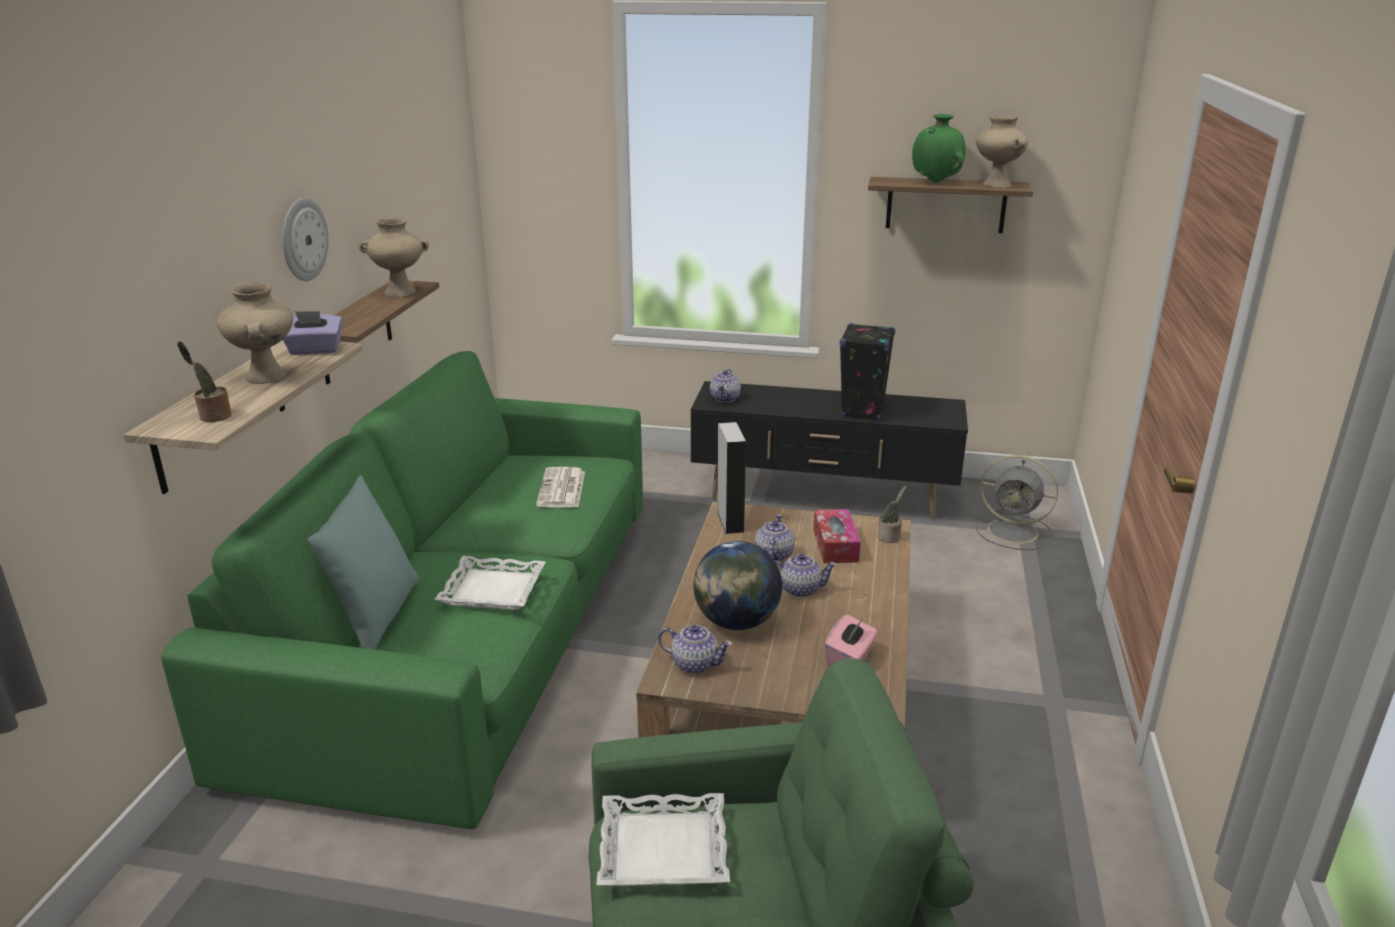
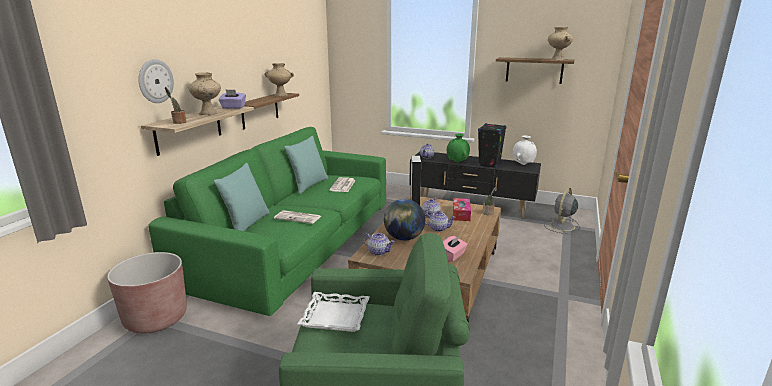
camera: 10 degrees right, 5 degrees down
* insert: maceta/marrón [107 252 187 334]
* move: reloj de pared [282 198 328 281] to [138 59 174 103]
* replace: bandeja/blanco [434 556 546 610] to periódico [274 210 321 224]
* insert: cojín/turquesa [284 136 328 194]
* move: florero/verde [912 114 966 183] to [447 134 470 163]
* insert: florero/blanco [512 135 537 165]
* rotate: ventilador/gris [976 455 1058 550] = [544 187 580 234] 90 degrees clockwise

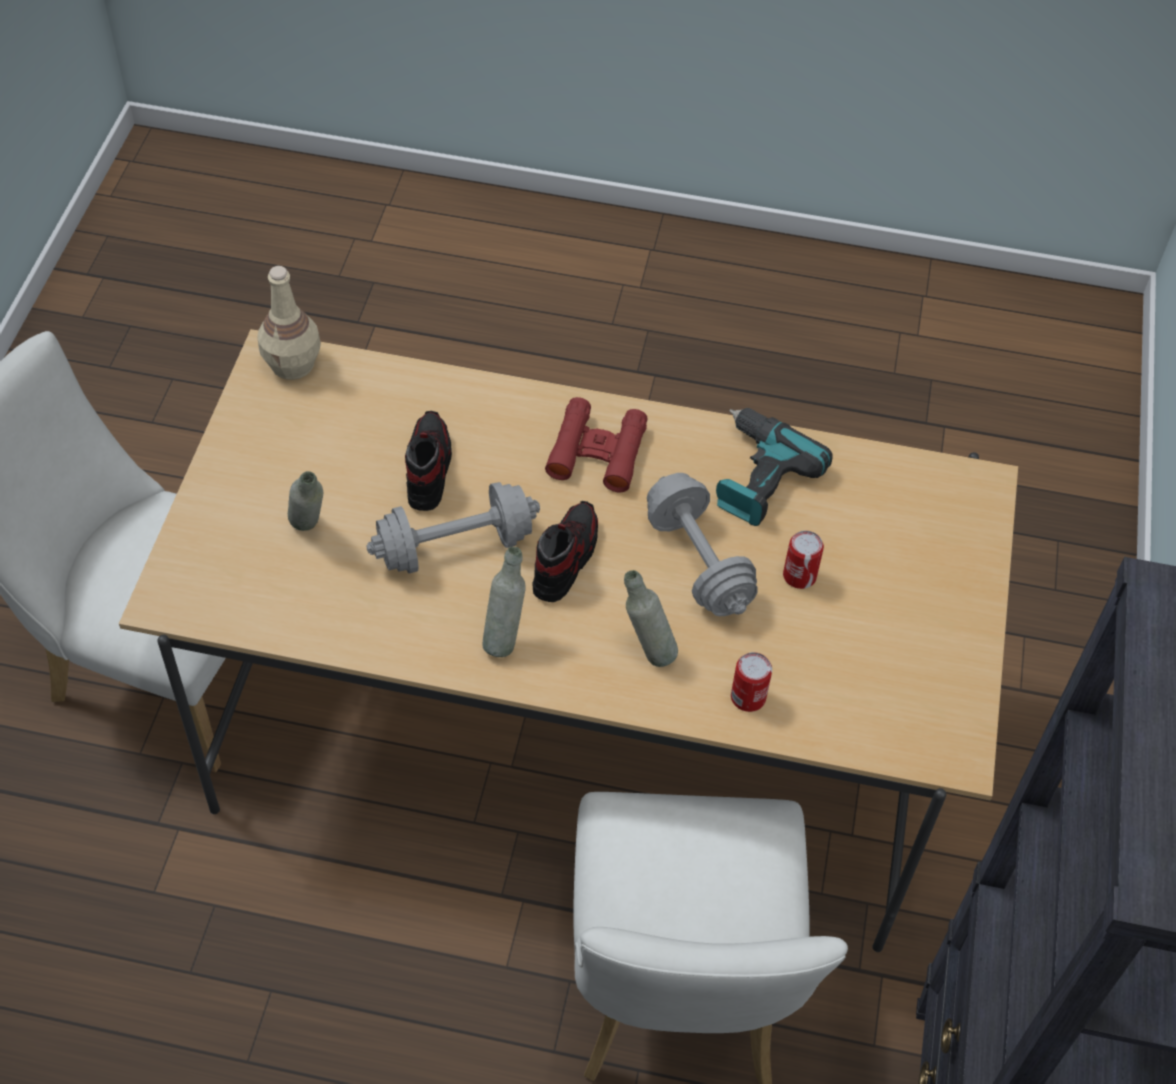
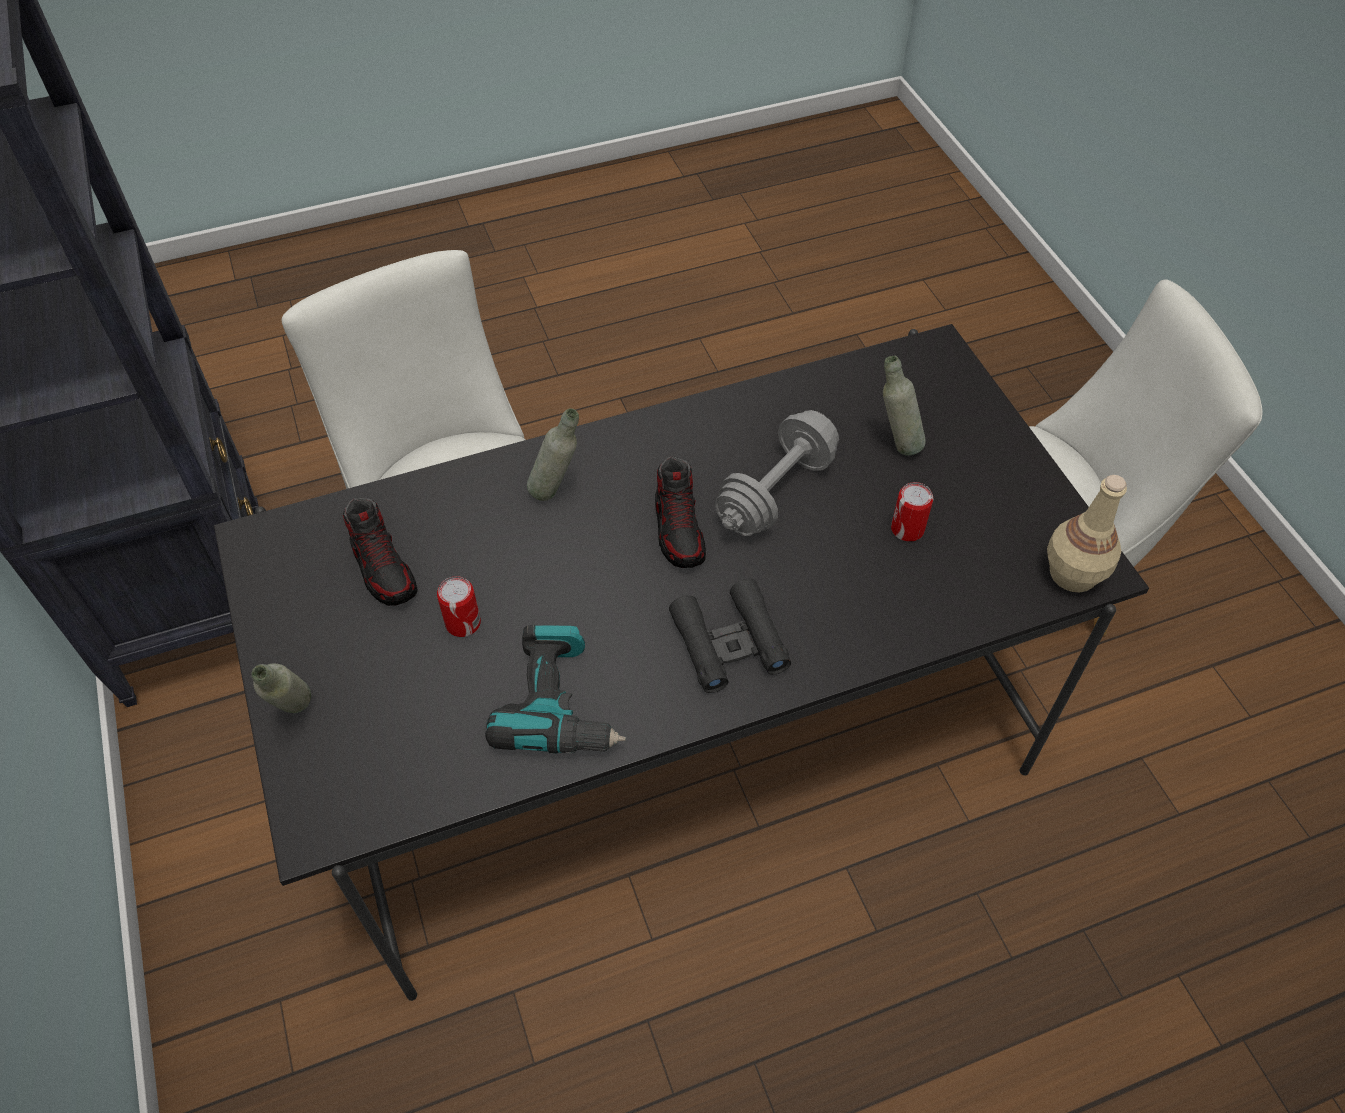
camera: 150 degrees right, 0 degrees up
* recolor: mesa de comedor/beis [119 329 1018 952] to mesa de comedor/negro [214 324 1149 1001]
* move: botella/gris [482 547 526 657] to [251 664 311 713]
* move: zapato [405 411 452 511] to [343 498 418 606]
* recolor: prismáticos/rojo [545 397 647 493] to prismáticos/negro [669 579 791 693]
* move: lata [731 652 772 712] to [891 482 933 541]
* delete: mancuerna/gris [647 473 758 616]

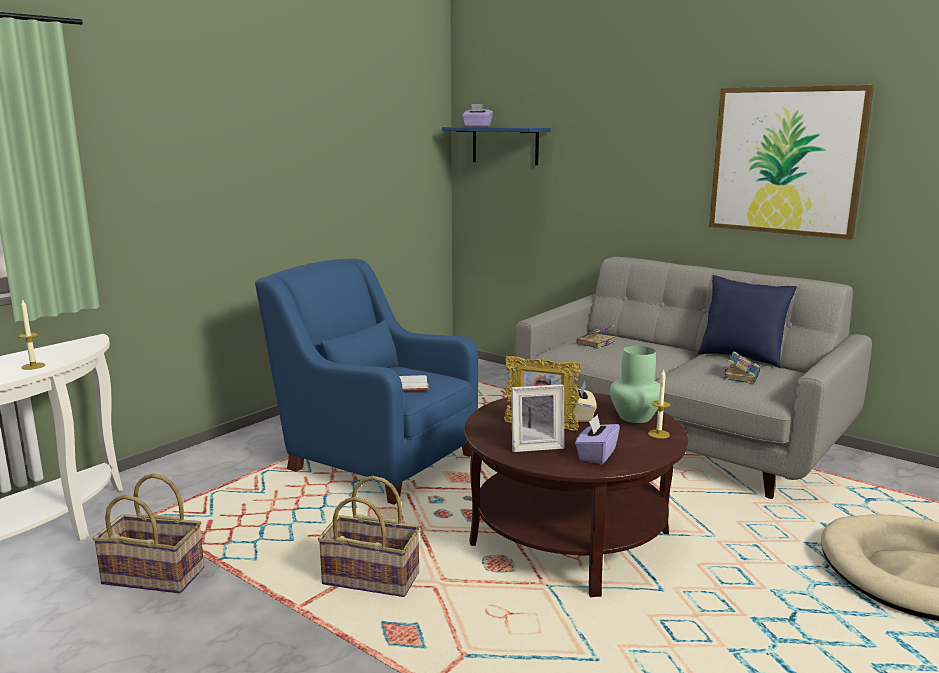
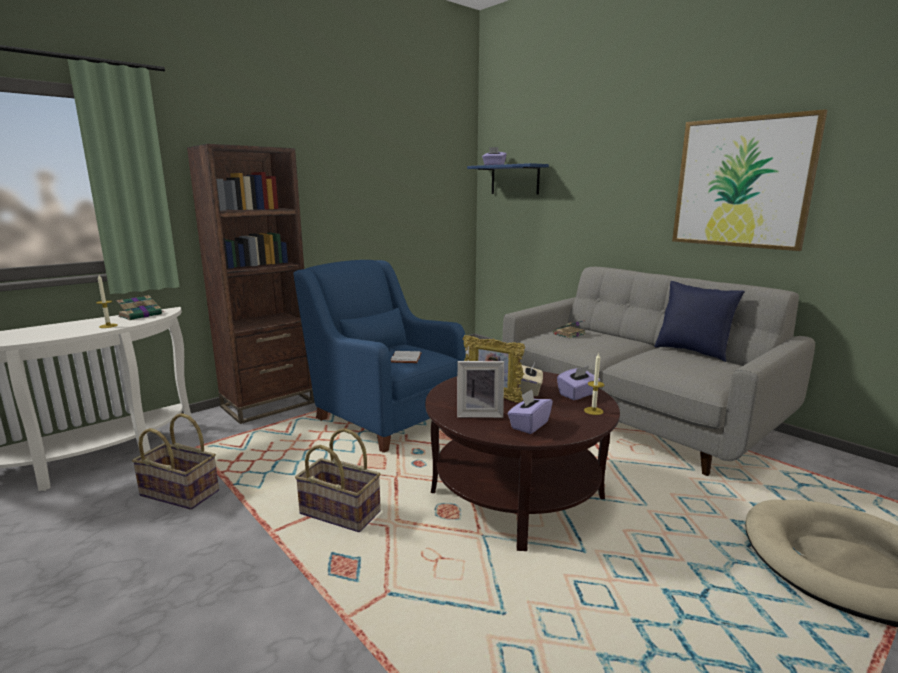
camera: 10 degrees right, 0 degrees up
* move: libro [723 351 760 384] to [117 295 164 320]
* insert: estantería/marrón [187 144 315 424]
* replace: florero/verde [610 346 660 423] to caja de pañuelos/morado [557 366 600 400]

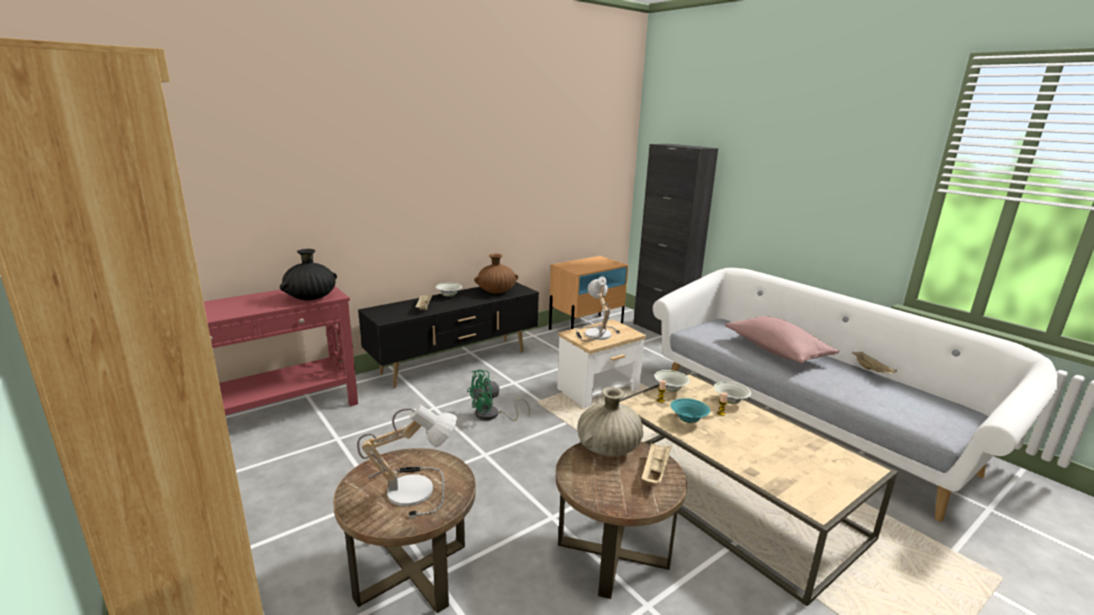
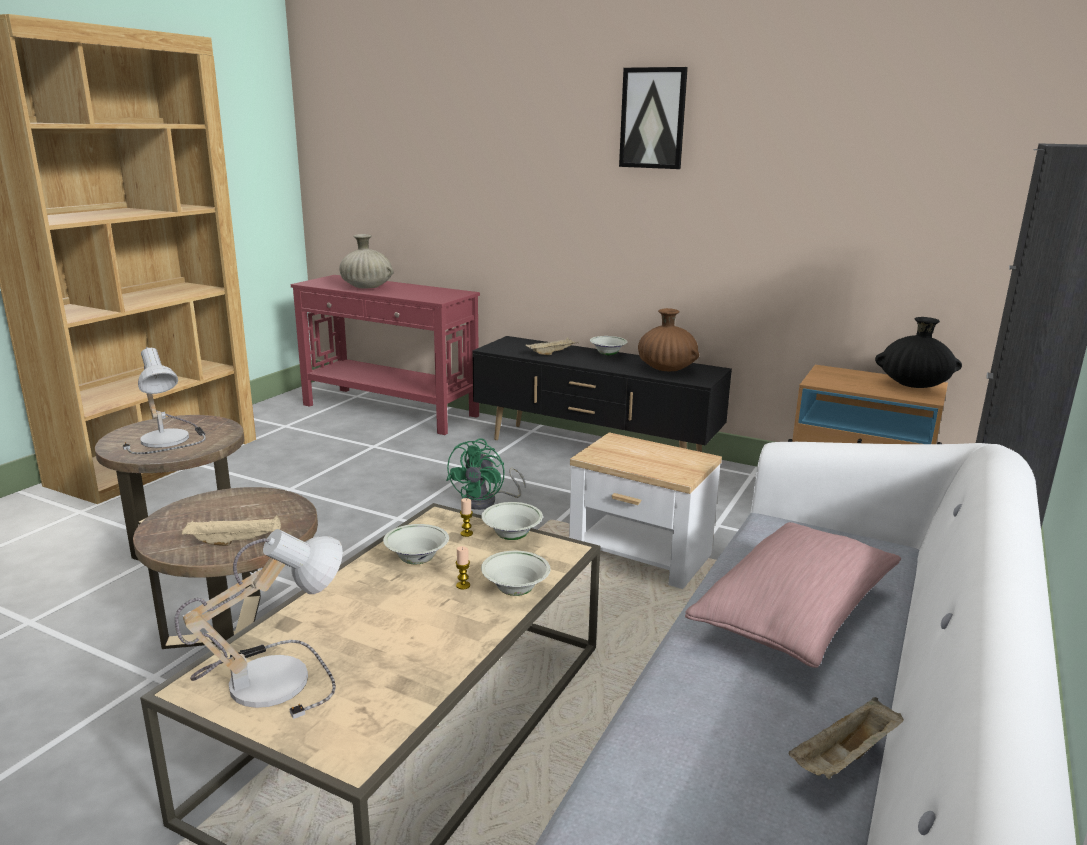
camera: 65 degrees right, 0 degrees up
* move: lámpara de mesa [576 276 620 341] to [175 529 343 719]
* move: florero/beis [577 387 643 456] to [339 234 393 289]
* recolor: cuenco/turquesa [671 398 710 423] to cuenco/blanco [383 524 449 564]
* rotate: ventilador/verde [467 370 530 421] = [446 439 526 510] 105 degrees counterclockwise
* insert: cuadro [619 67 688 169]
* move: florero/negro [280 249 337 301] to [875 317 962 388]

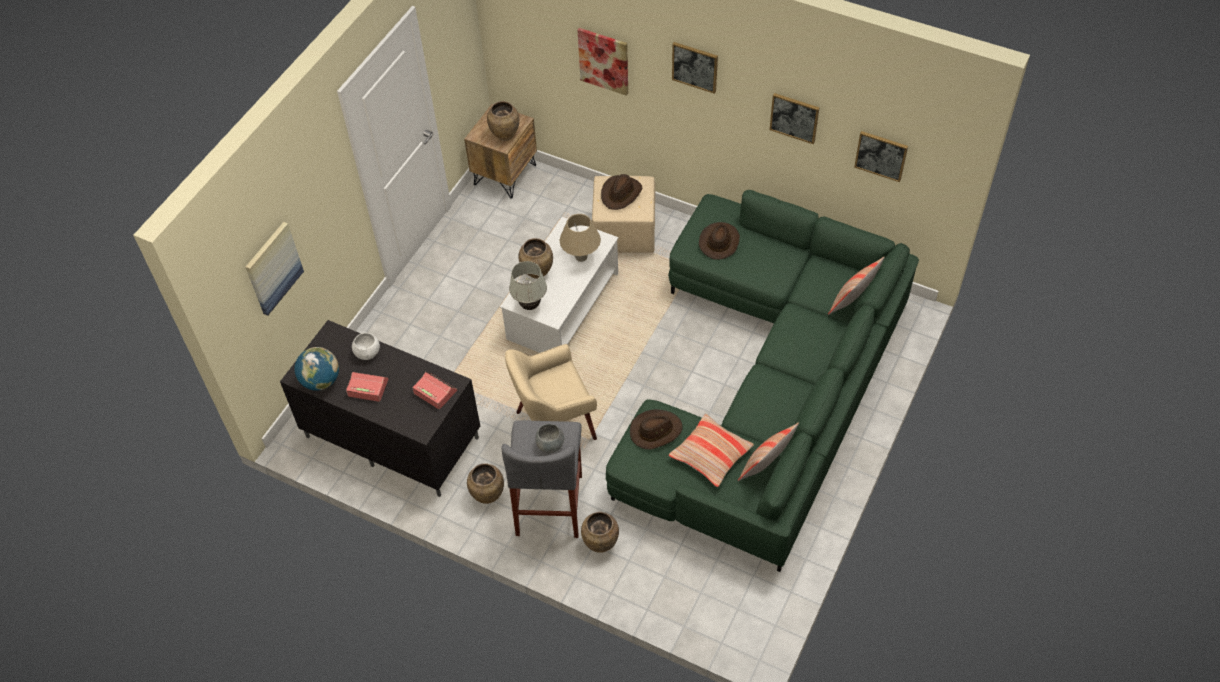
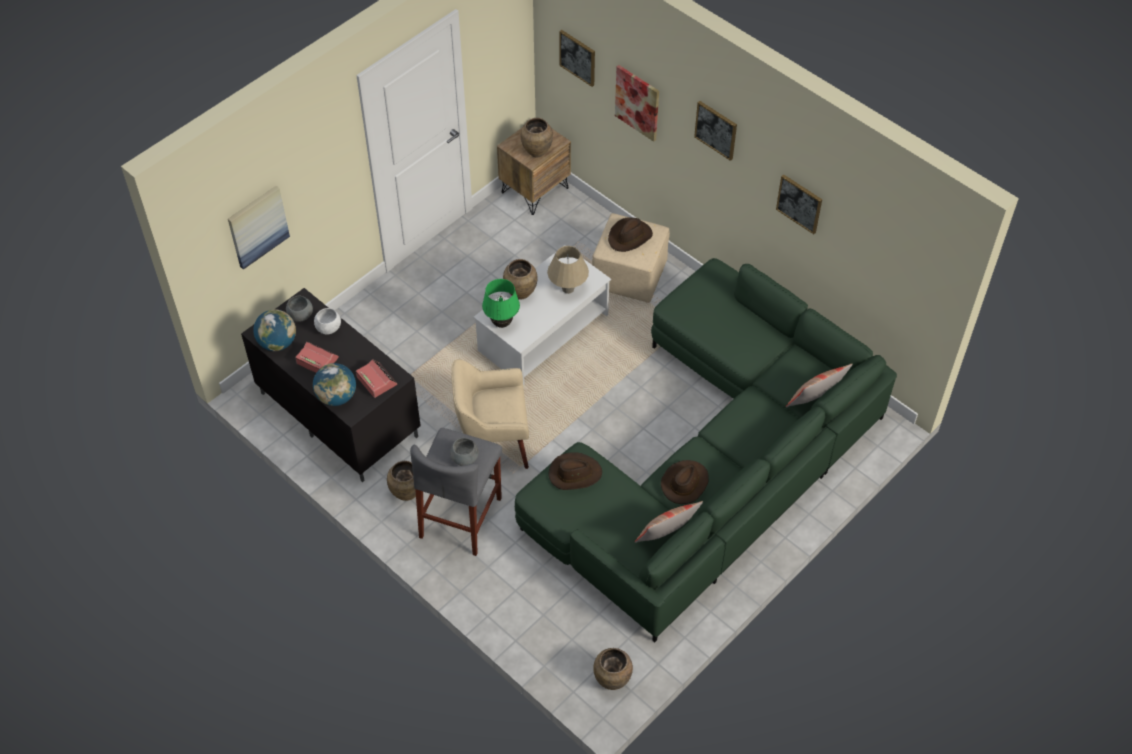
camera: 15 degrees right, 0 degrees up
* insert: cuenco/gris [286 296 313 322]
* insert: globo terráqueo [313 363 356 406]
* recolor: lámpara de mesa/blanco [509 261 547 310] to lámpara de mesa/verde [482 279 520 328]
* move: cuadro [854 131 908 182] to [559 30 595 87]
* move: florero/marrón [581 512 619 553] to [593 648 633 690]
* move: sombrero/marrón [699 222 740 260] to [661 460 709 504]
* delete: cojín [669 414 754 487]

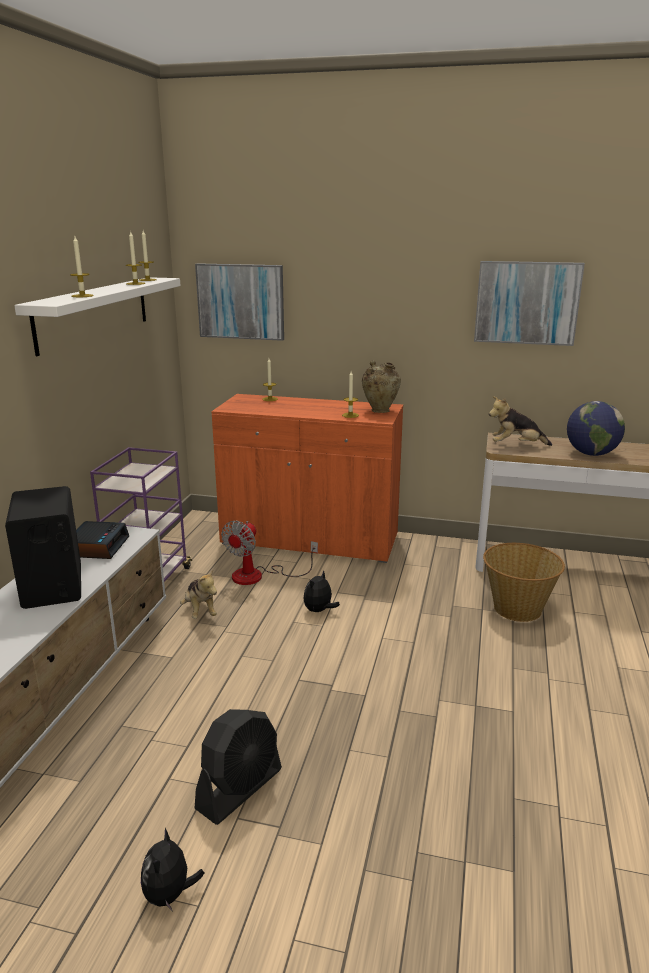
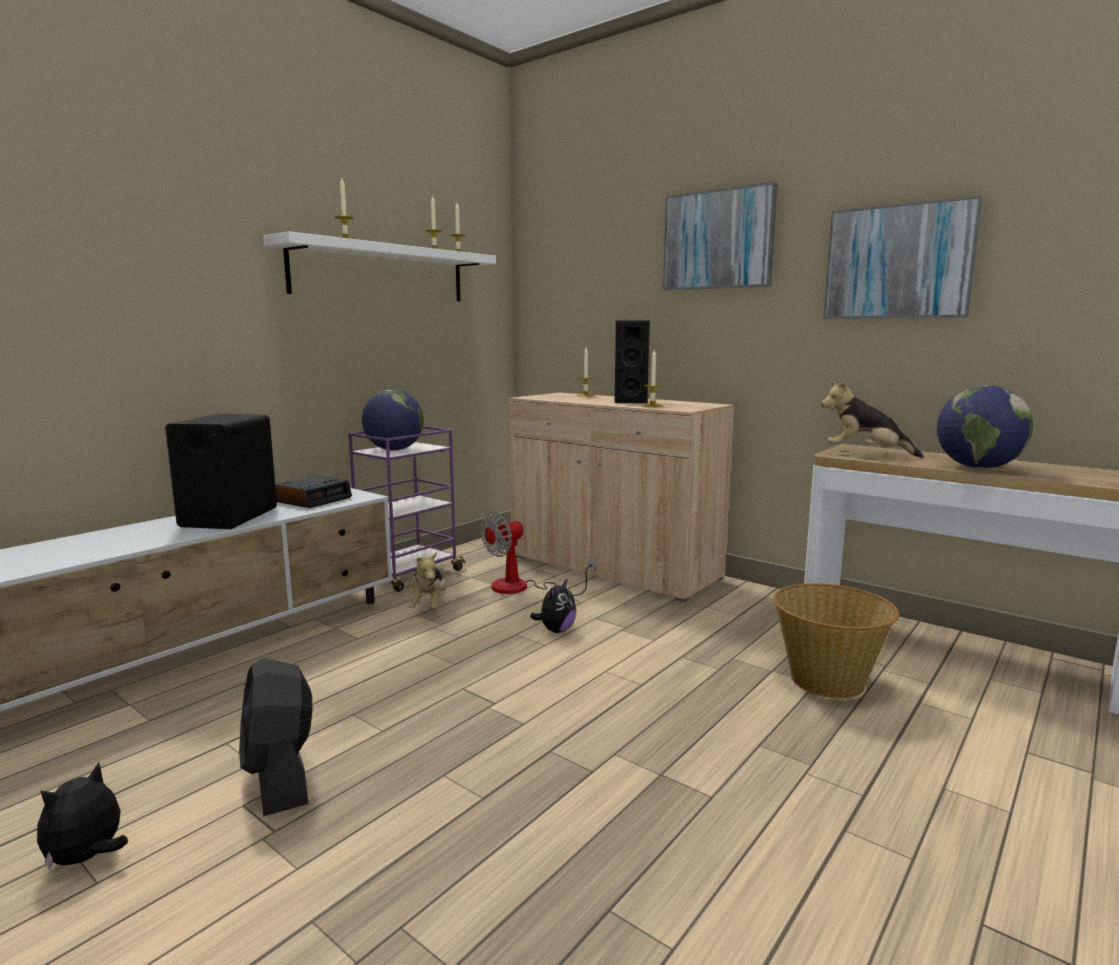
camera: 25 degrees right, 10 degrees down
* rotate: ventilador/negro [195 709 282 825] = [239 658 312 816] 90 degrees clockwise
* insert: globo terráqueo [362 390 424 451]
* recolor: armario/naranja [211 394 403 563] to armario/beis [509 393 734 602]
* rotate: peluche [303 570 340 612] = [530 578 576 633] 150 degrees clockwise
* insert: altavoz/negro [614 321 650 403]
* move: cuadro [195 263 284 341] to [663 182 778 290]
* delete: florero/beis [362 360 401 413]

